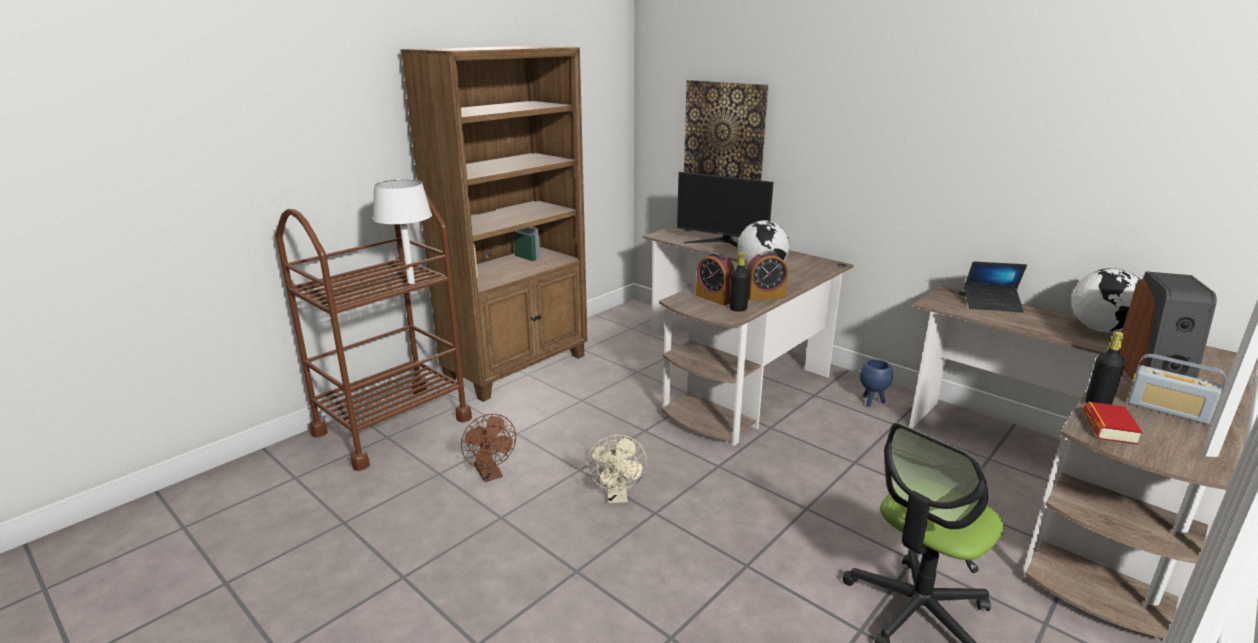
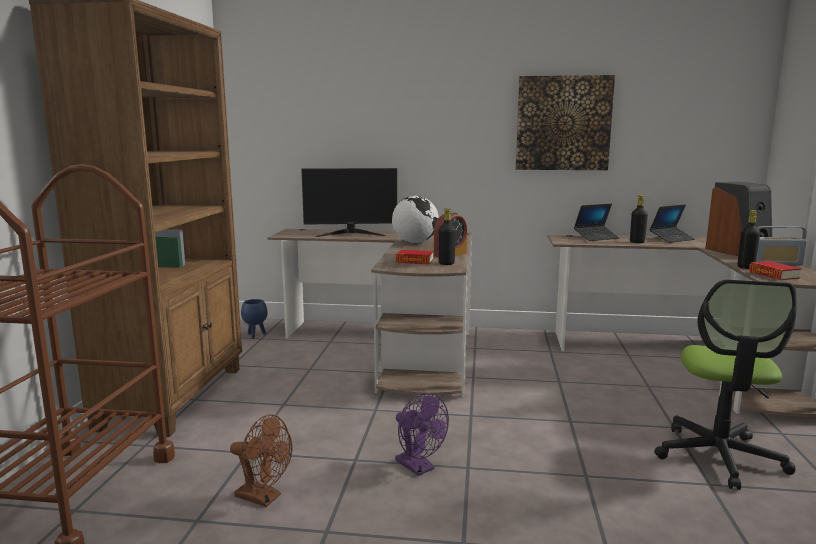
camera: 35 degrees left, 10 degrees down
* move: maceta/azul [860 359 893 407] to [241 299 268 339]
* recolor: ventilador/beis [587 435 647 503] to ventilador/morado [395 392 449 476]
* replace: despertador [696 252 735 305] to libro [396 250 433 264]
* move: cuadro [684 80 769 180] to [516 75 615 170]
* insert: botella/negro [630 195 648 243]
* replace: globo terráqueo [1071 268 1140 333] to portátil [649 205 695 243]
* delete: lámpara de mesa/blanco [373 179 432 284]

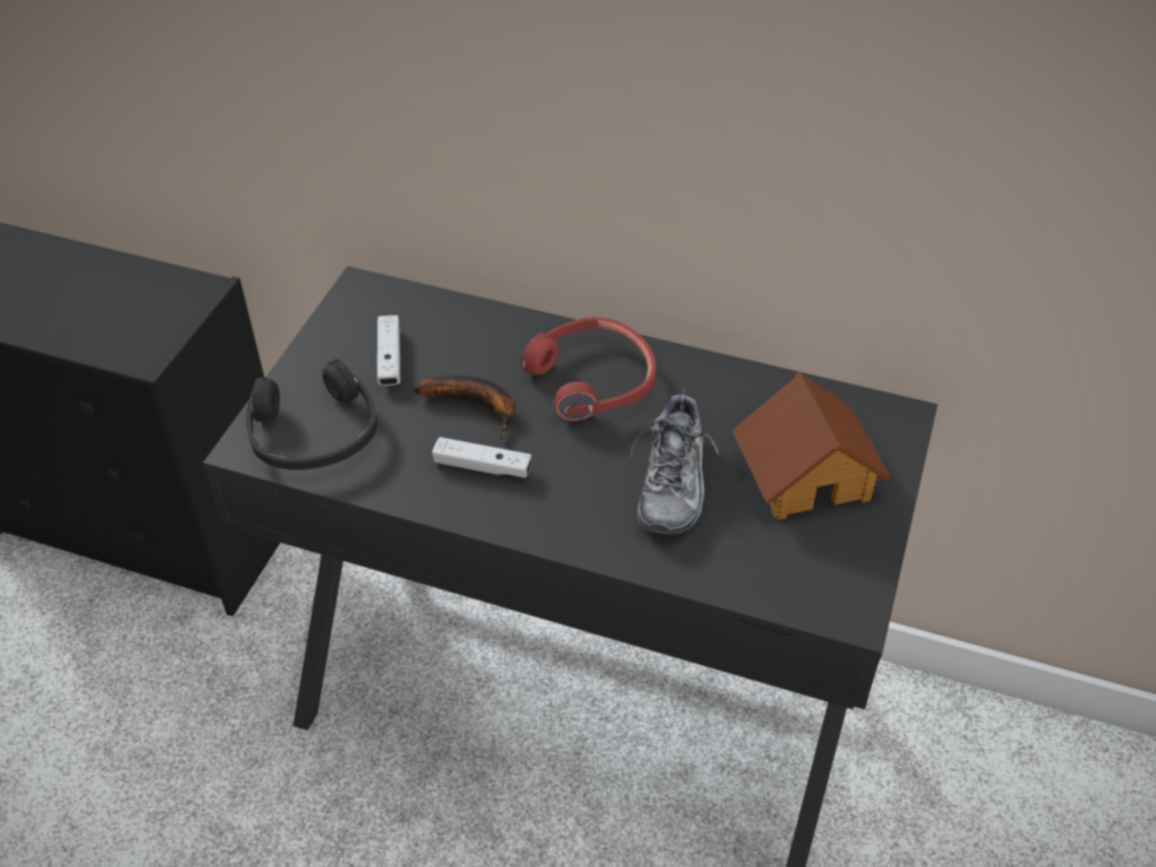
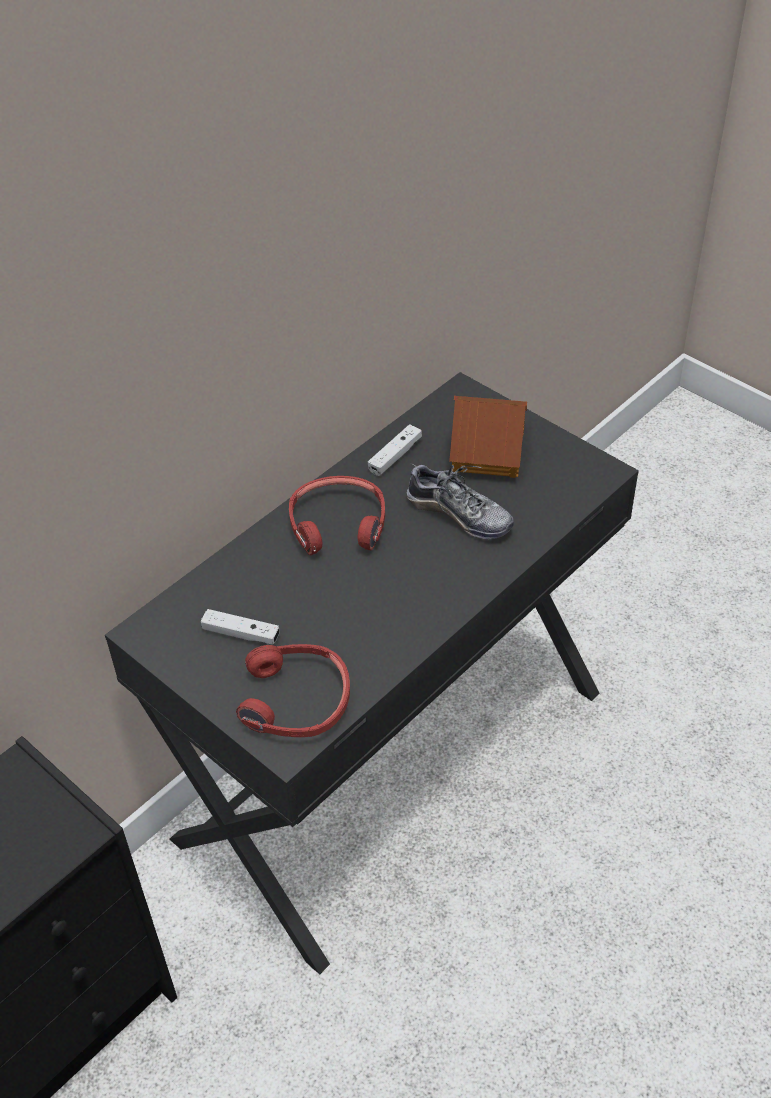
camera: 65 degrees left, 0 degrees up
* recolor: auriculares/negro [246 359 378 470] to auriculares/rojo [236 644 350 737]
* move: mando de consola/blanco [432 437 532 478] to [368 424 422 476]
* delete: plátano [413 375 516 439]

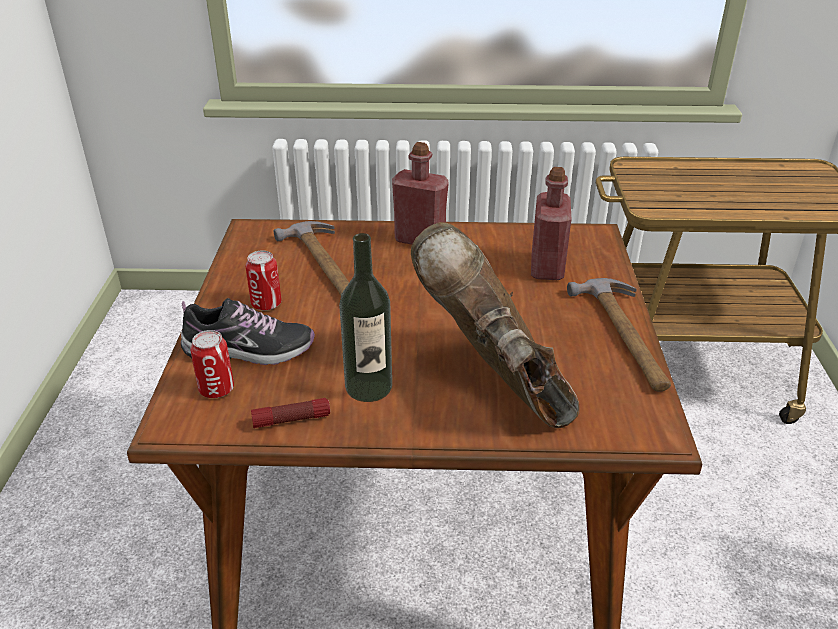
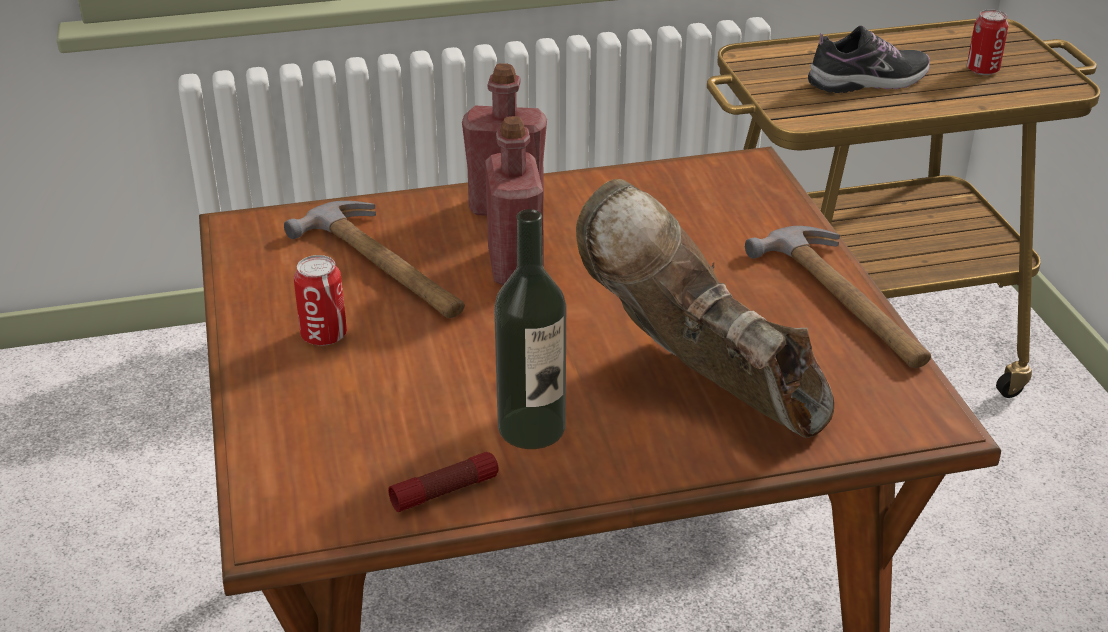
camera: 15 degrees left, 0 degrees up
* move: botella/rojo [531 167 571 280] to [485 116 544 285]
* move: zapato [181 298 315 365] to [808 26 930 93]
* move: lata [190 330 234 398] to [967 9 1009 75]

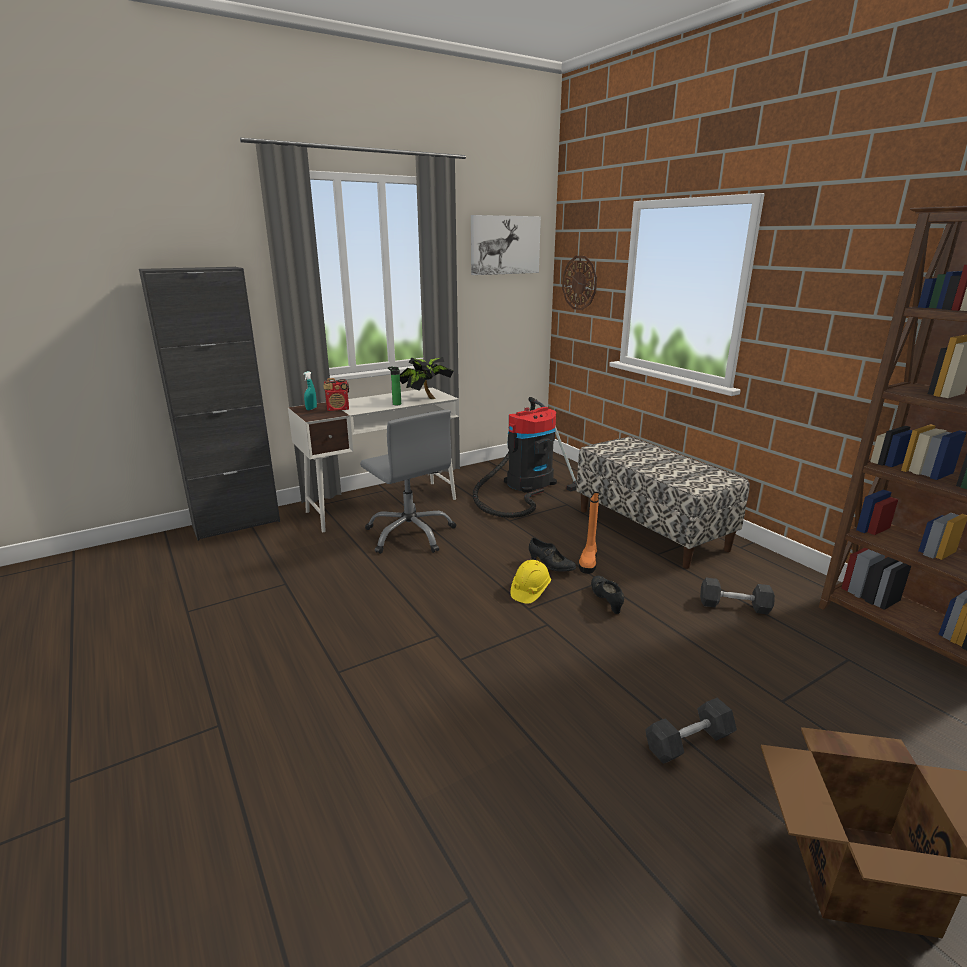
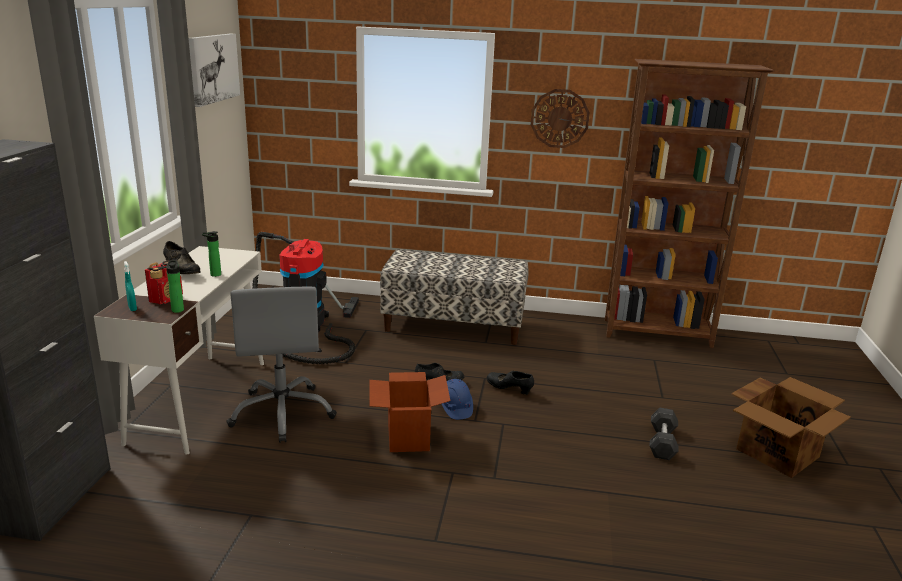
camera: 50 degrees left, 0 degrees up
* insert: zapato/negro [163 241 201 274]
* insert: botella [166 260 184 313]
* rotate: silla de oficina/gris [360 410 456 554] = [226 287 337 443] 75 degrees clockwise
* insert: caja de cartón [369 372 450 452]
* recolor: casco/amarillo [511 560 551 604] to casco/azul [442 379 473 420]
* move: reloj de pared [562 256 597 310] to [531 89 590 148]
* delete: planta en maceta [400 357 454 399]
* delete: bota/naranja [579 492 599 574]
* delete: mancuerna/gris [700 578 775 614]

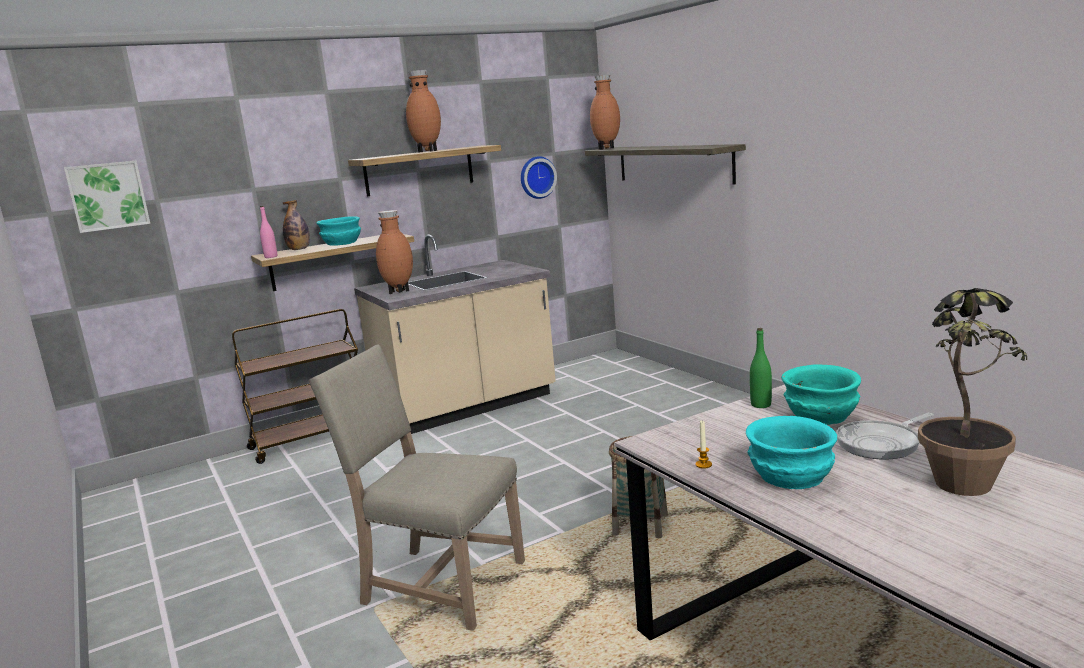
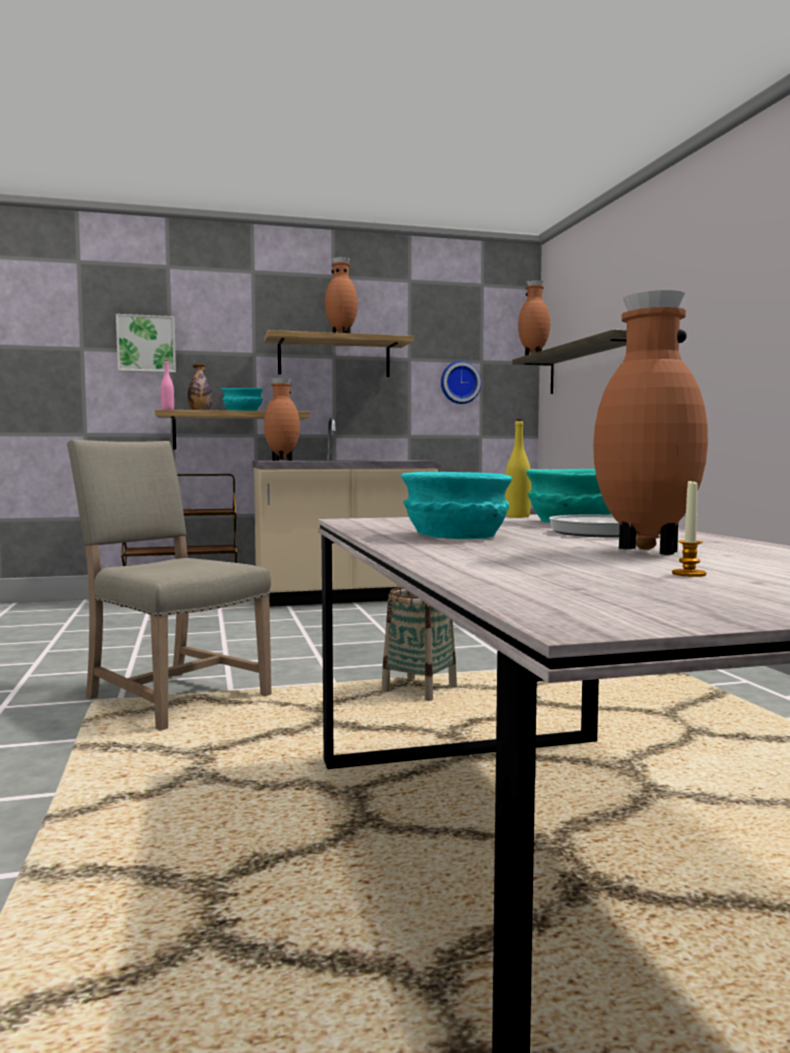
camera: 15 degrees right, 10 degrees down
* move: cuadro [64 161 150 233] to [116 314 176 373]
* recolor: botella/verde [750 328 772 408] to botella/amarillo [505 419 531 518]
* replace: planta en maceta [918 288 1027 496] to florero/marrón [593 290 708 555]
* move: vela [695 420 712 469] to [672 478 706 577]

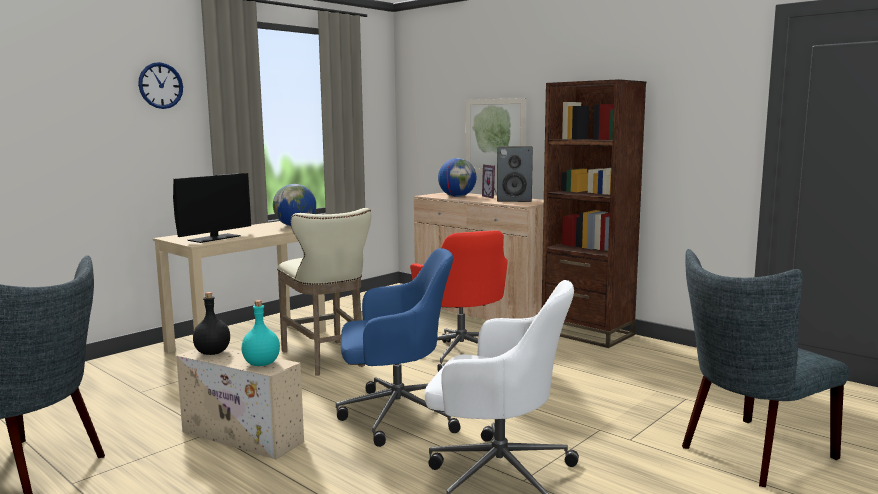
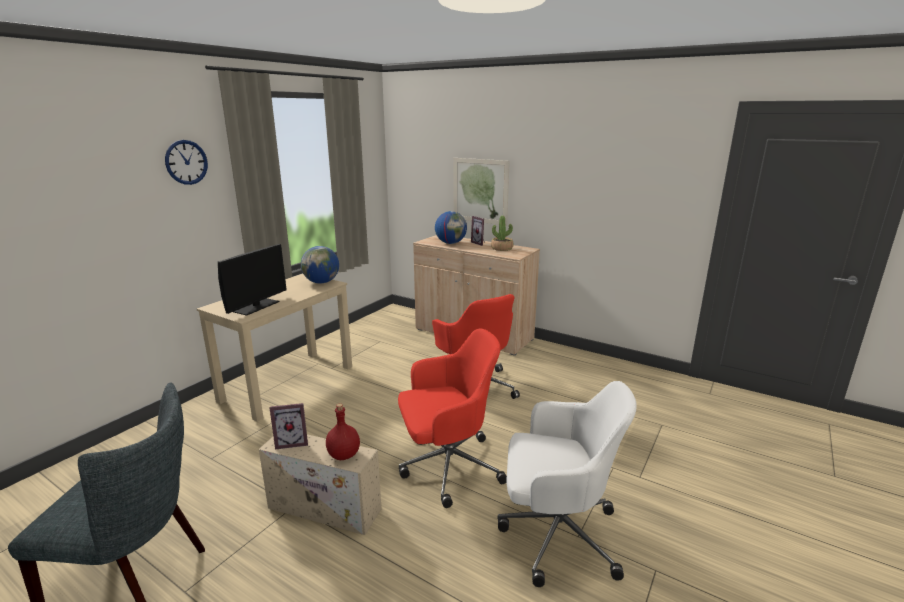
camera: 10 degrees left, 10 degrees up
* replace: botella/negro [193 292 230 355] to portarretratos [270 403 308 450]
* recolor: botella/turquesa [242 300 280 366] to botella/rojo [326 404 360 460]
* recolor: silla de oficina/azul [336 248 461 447] to silla de oficina/rojo [398 328 507 508]
* replace: altavoz [497 146 533 202] to planta en maceta [491 216 513 251]
* delete: taburete/beis [277 208 371 376]
* delete: estantería/marrón [542 79 646 348]
* delete: silla/gris [682 249 849 487]

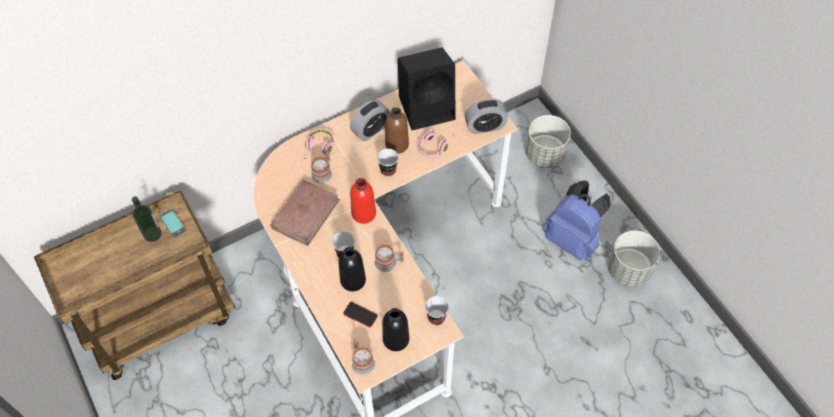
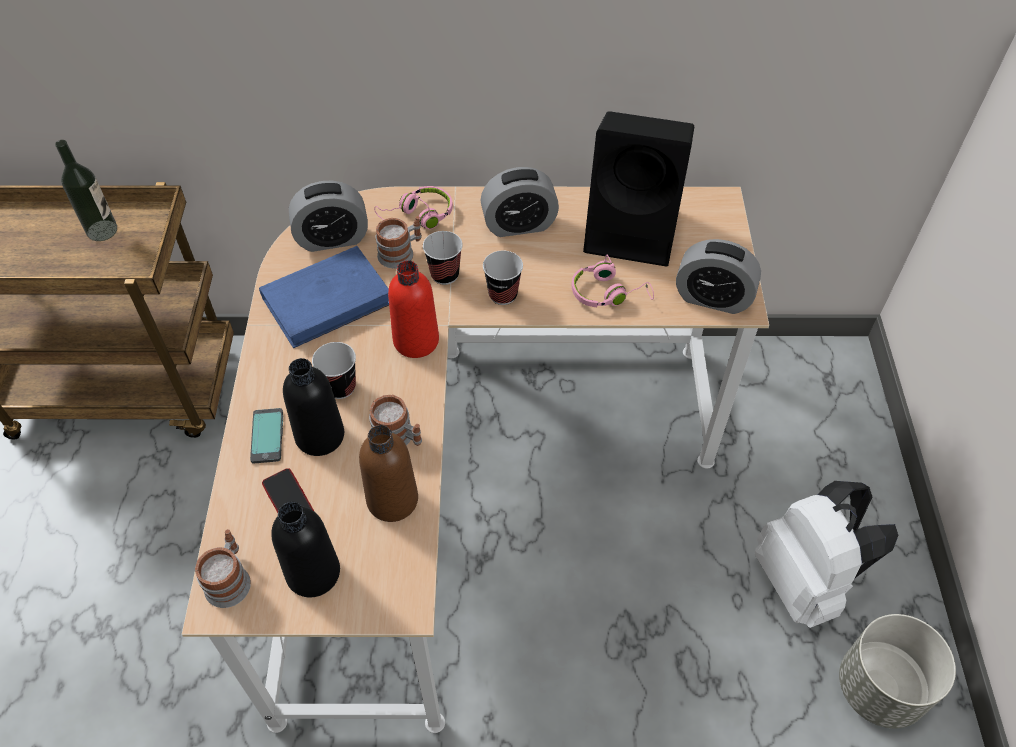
camera: 30 degrees right, 5 degrees down
* move: móvil [160 209 186 238] to [250 408 283 464]
* recolor: libro/marrón [270 180 340 246] to libro/azul [259 246 389 348]
* insert: despertador [289 181 368 252]
* move: botella/marrón [385 107 409 154] to [359 425 418 522]
* move: taza [425 296 449 325] to [423 231 463 285]
* recolor: mochila/azul [543 180 610 260] to mochila/blanco [755 481 898 628]
* delete: maceta/gris [525 115 571 168]

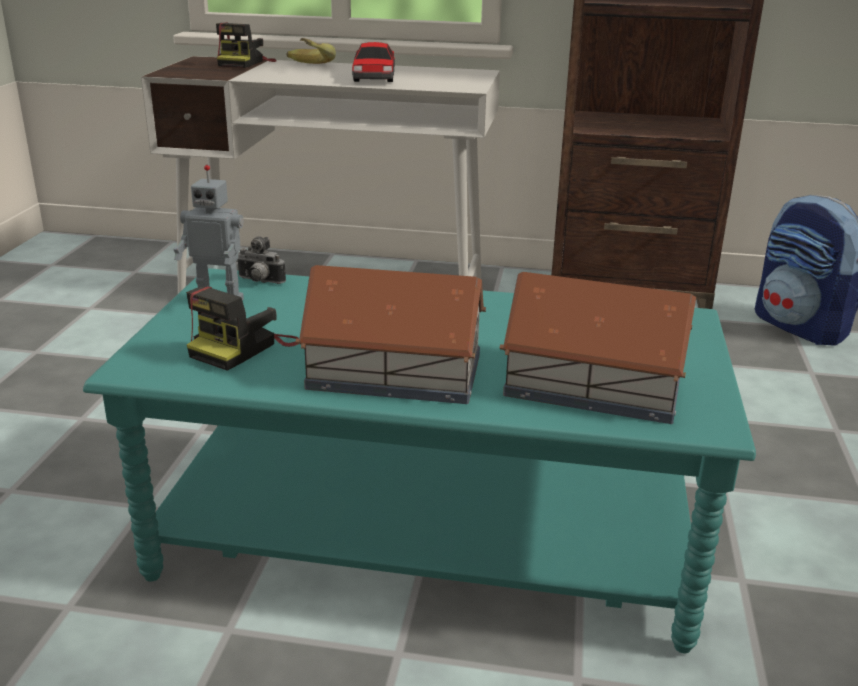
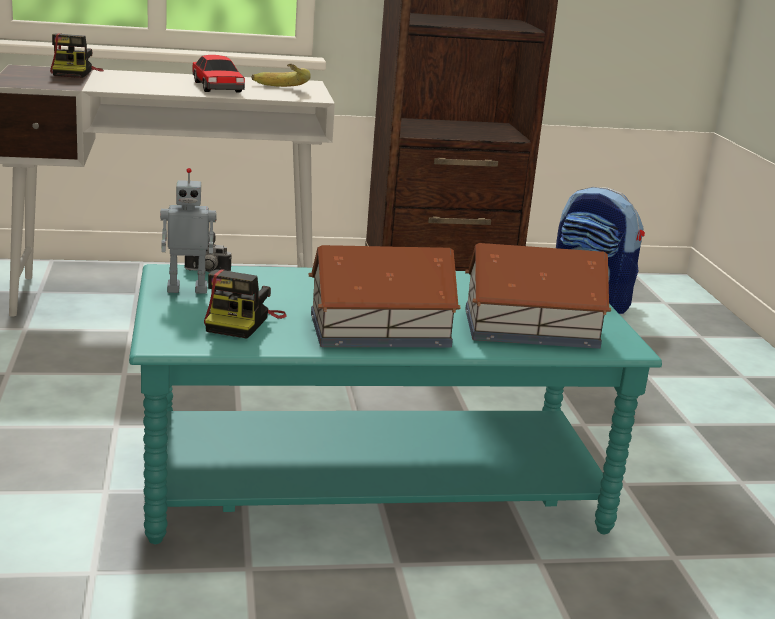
camera: 20 degrees left, 5 degrees down
* move: plátano [286 38 336 64] to [251 64 311 87]

